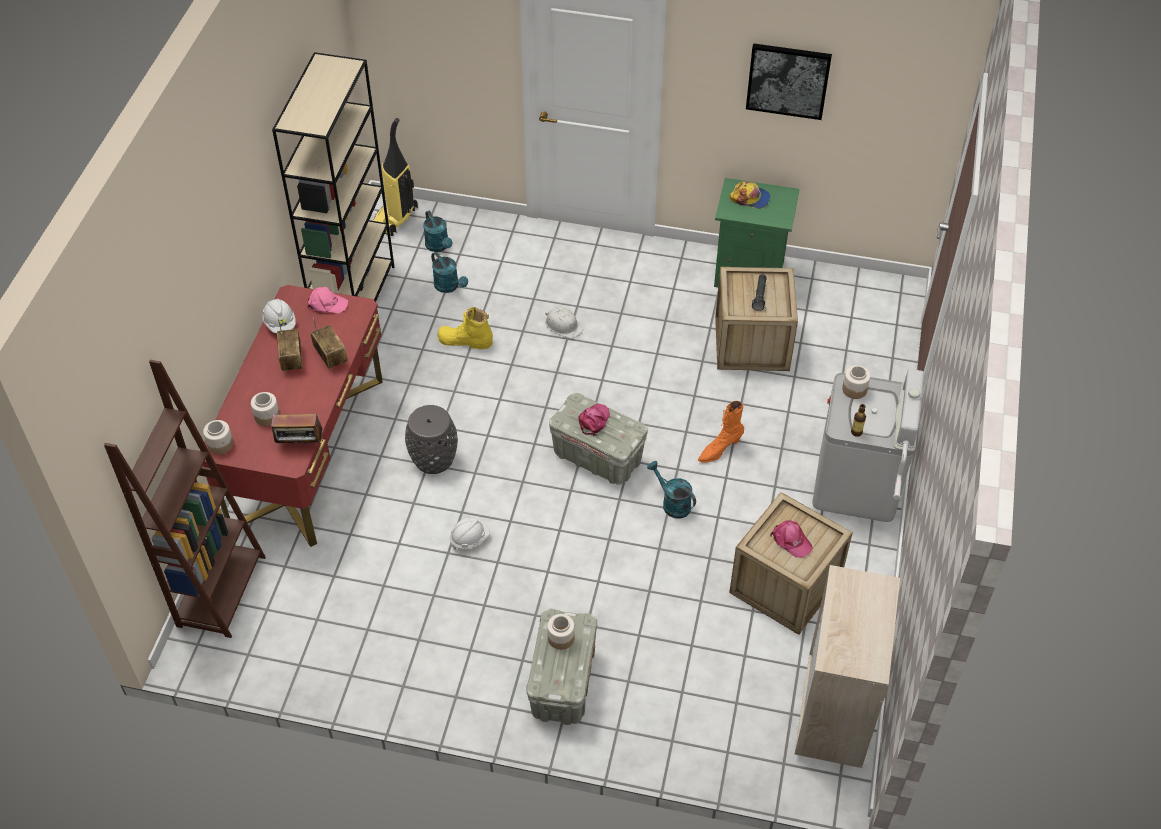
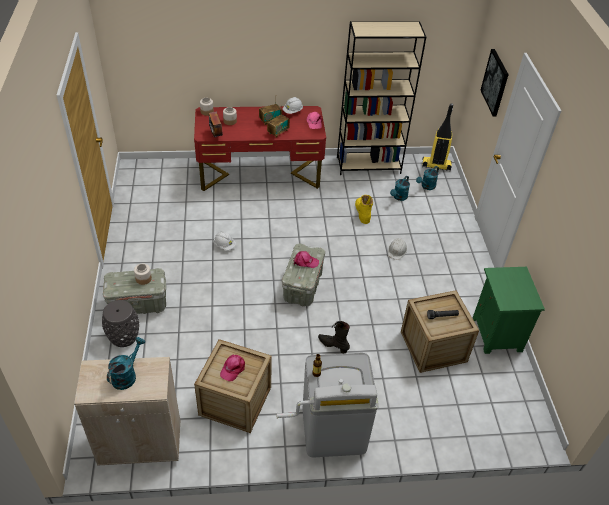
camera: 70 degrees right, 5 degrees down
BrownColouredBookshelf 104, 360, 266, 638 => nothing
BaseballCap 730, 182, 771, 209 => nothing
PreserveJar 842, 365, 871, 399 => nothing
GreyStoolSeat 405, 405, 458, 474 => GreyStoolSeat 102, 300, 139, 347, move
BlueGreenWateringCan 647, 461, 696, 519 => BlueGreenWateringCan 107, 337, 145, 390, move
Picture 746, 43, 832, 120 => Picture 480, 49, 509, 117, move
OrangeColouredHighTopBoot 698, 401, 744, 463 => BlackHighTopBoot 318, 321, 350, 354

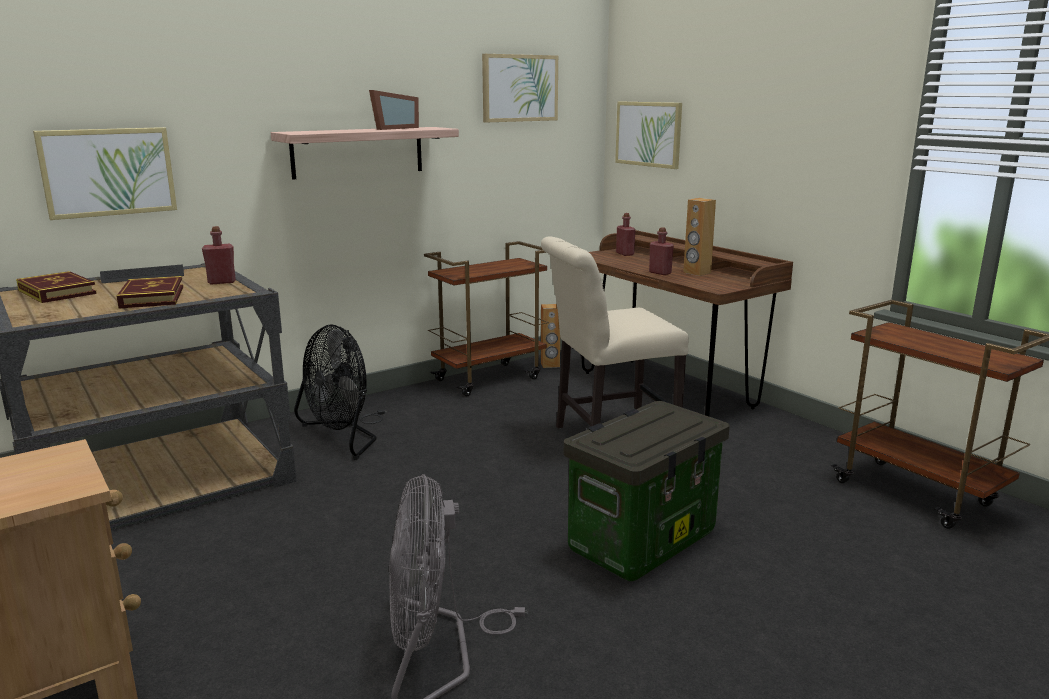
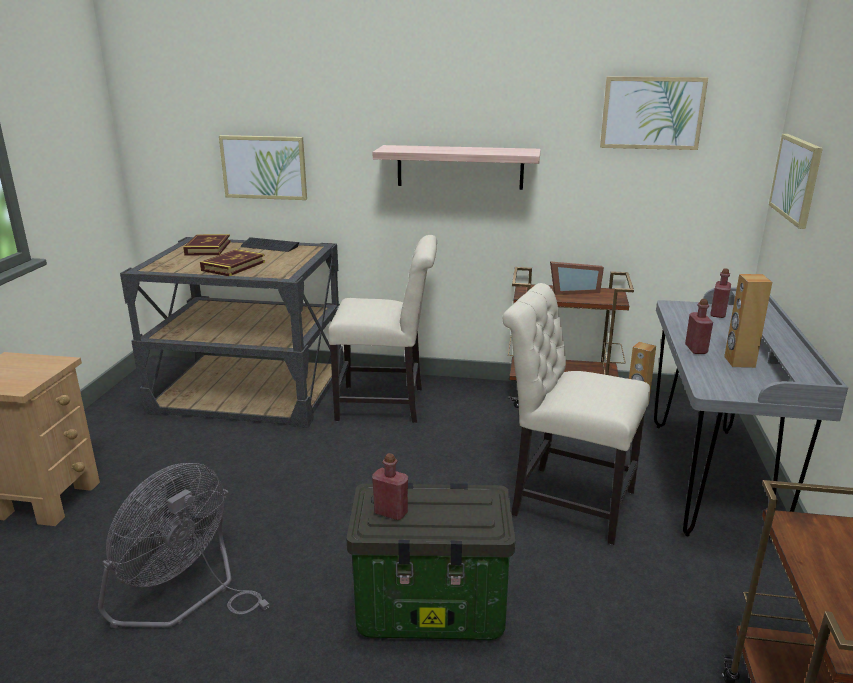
camera: 45 degrees right, 5 degrees up
RedColouredDrinkBottle 202, 226, 236, 285 => RedColouredDrinkBottle 372, 453, 408, 521, move
PhotoFrame 369, 90, 419, 130 => PhotoFrame 550, 261, 604, 295, move
BlackFan 294, 325, 386, 460 => BeigeColouredUprightChair 328, 235, 437, 423
BrownColouredDesk 581, 230, 793, 416 => GreyDesk 654, 287, 848, 537

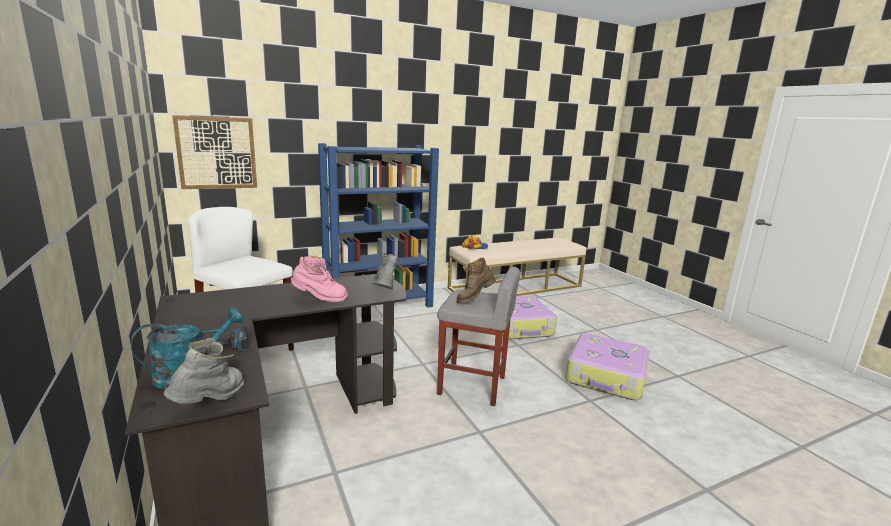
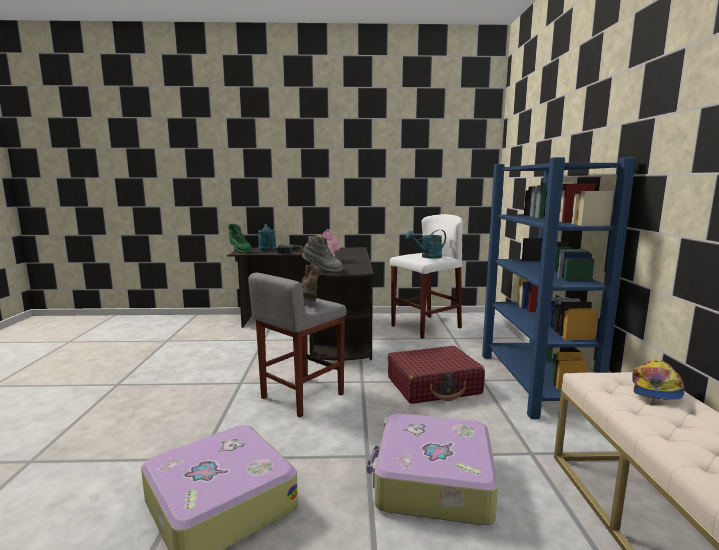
camera: 115 degrees right, 5 degrees down
Picture 172, 114, 257, 189 => nothing
nothing => RedColouredSuitcase 388, 346, 485, 404
nothing => BlueGreenWateringCan 406, 230, 446, 259
GreyHighTopBoot 164, 338, 244, 404 => GreenHighTopBoot 228, 224, 253, 253

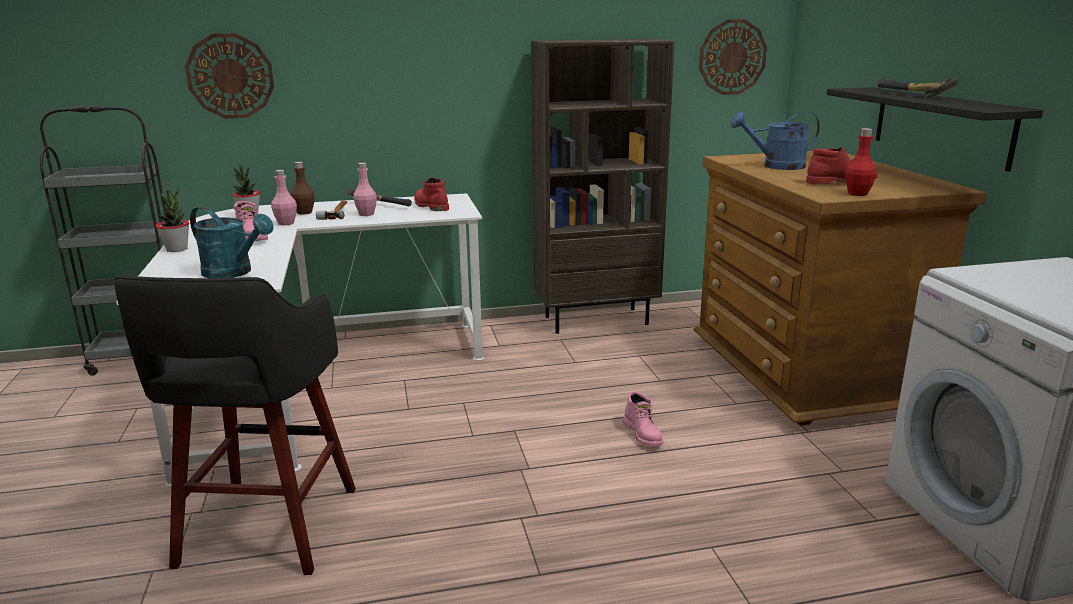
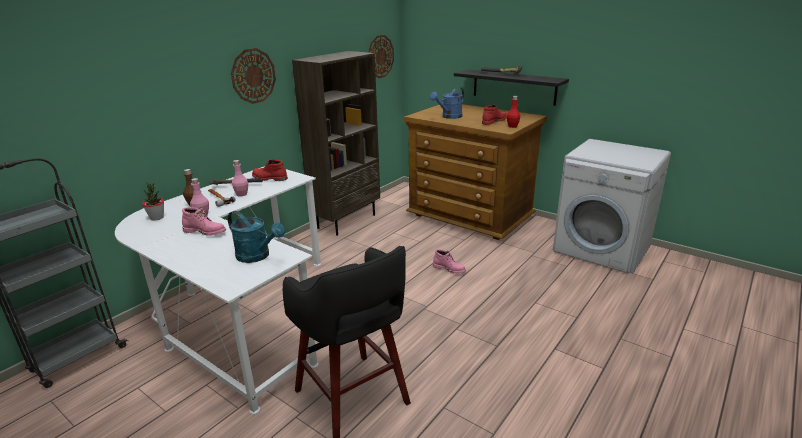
camera: 40 degrees left, 5 degrees up
PlantInAPot 156, 188, 189, 252 => nothing
HangingClock 185, 33, 274, 119 => HangingClock 231, 48, 276, 104, move
BlueGreenWateringCan 190, 206, 274, 278 => BlueGreenWateringCan 228, 211, 285, 263, 45 degrees clockwise

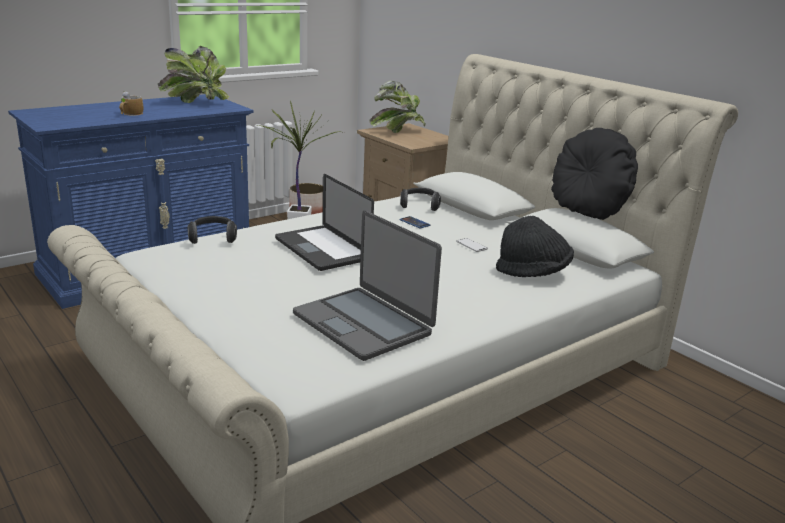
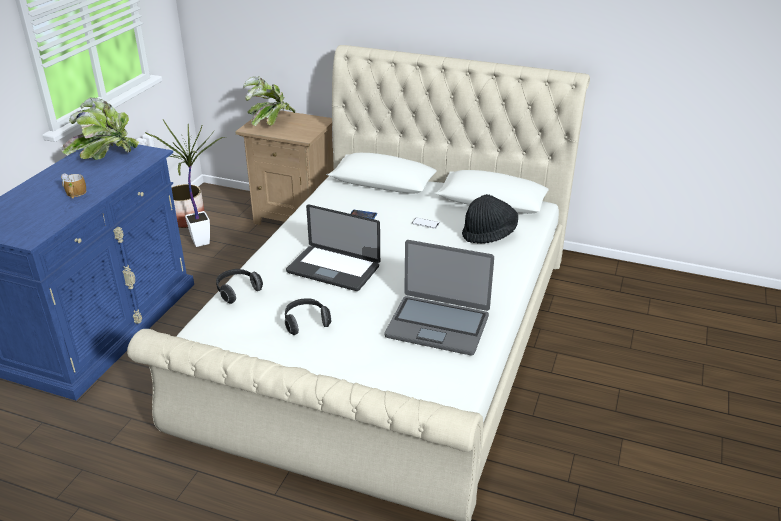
camera: 30 degrees left, 10 degrees up
BlackCushion 551, 128, 638, 220 => nothing
PairOfHeadphones 400, 188, 441, 211 => PairOfHeadphones 285, 298, 331, 335, move

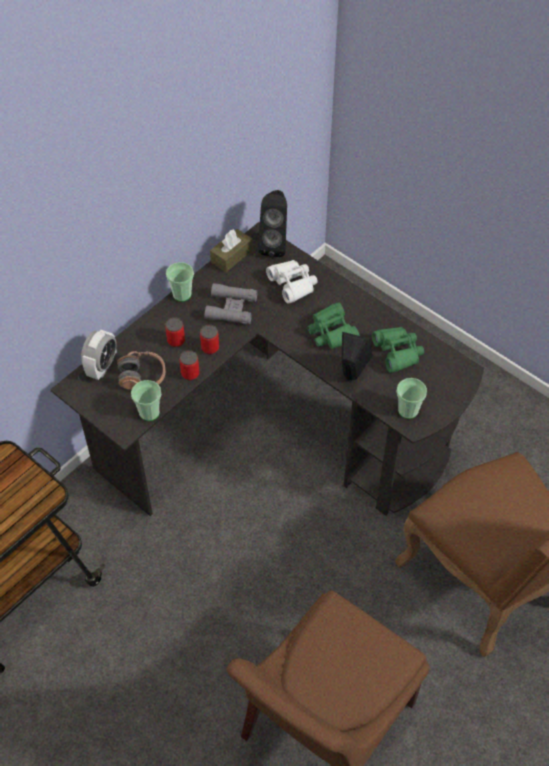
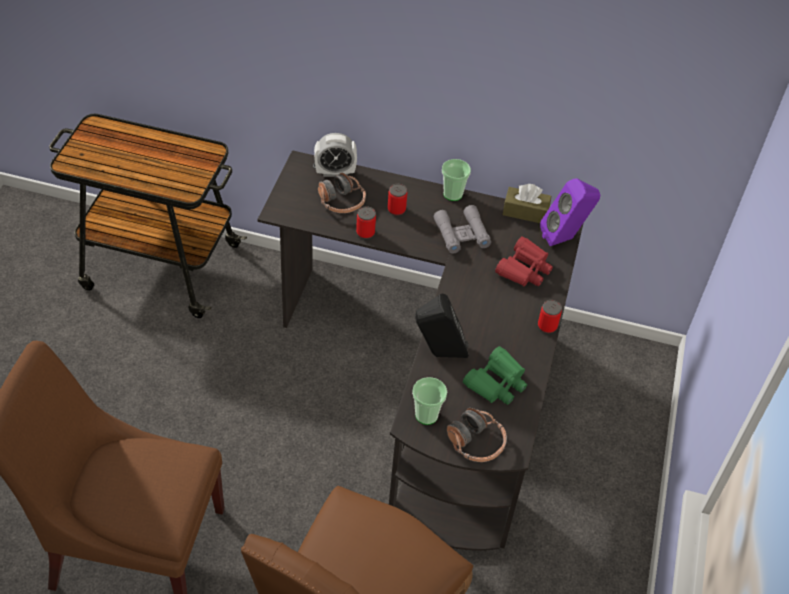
camera: 60 degrees right, 5 degrees down
SmallCup 131, 380, 161, 421 => nothing
GreenBinoculars 307, 302, 360, 349 => nothing
nothing => PairOfHeadphones 447, 408, 507, 462
Can 200, 325, 219, 354 => Can 538, 300, 562, 333, move
BlackAudioSpeaker 258, 190, 287, 257 => PurpleColouredAudioSpeaker 540, 178, 600, 246
WhiteColouredBinoculars 266, 260, 318, 303 => RedColouredBinoculars 495, 236, 553, 286

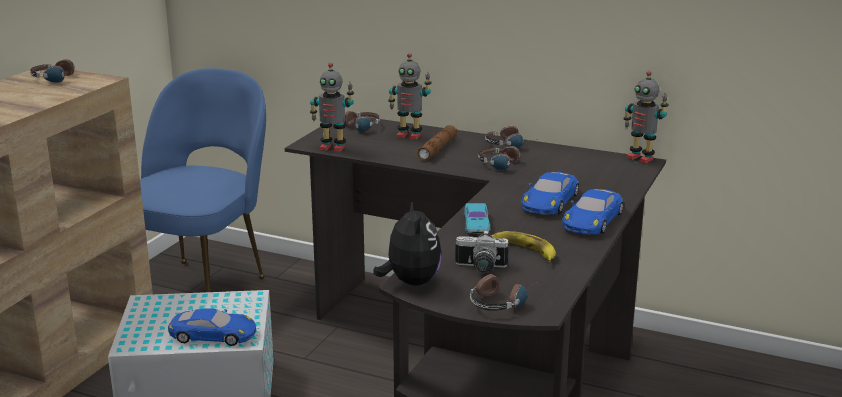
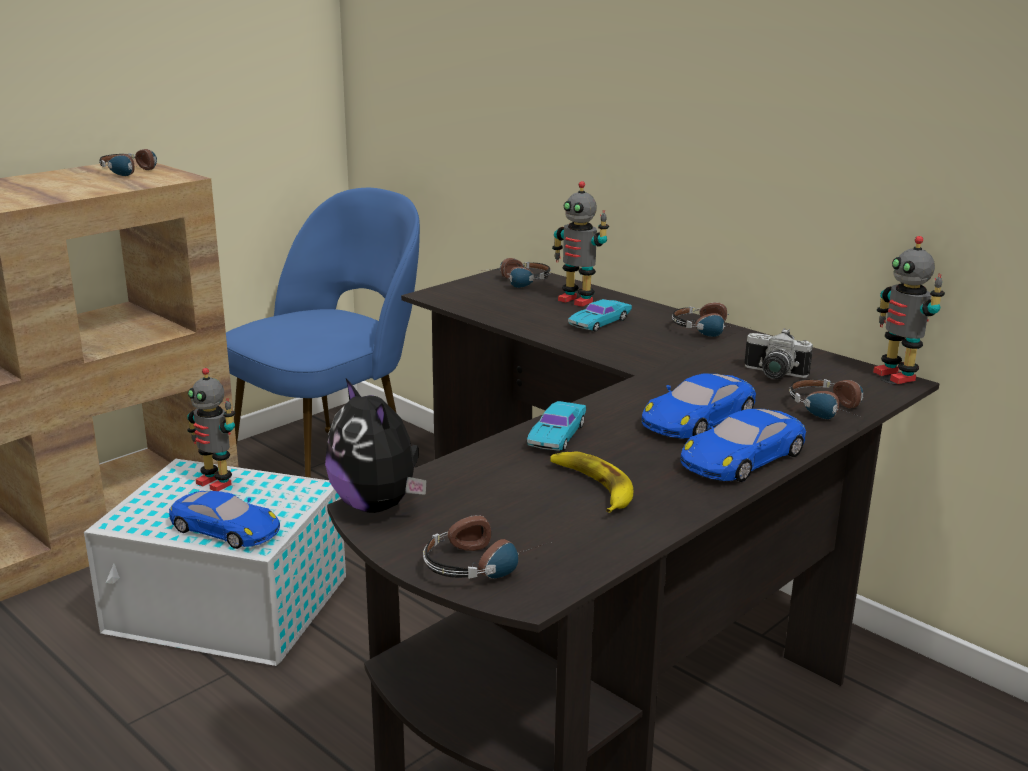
camera: 20 degrees right, 0 degrees up
RobotFigure 310, 63, 354, 152 => RobotFigure 187, 368, 236, 491, move
PhotoCamera 455, 230, 509, 273 => PhotoCamera 744, 328, 813, 379, move
PairOfHeadphones 478, 146, 521, 170 => PairOfHeadphones 789, 379, 863, 419, move
BrownColouredFlashlight 417, 125, 458, 161 => BlueGreenMiniatureCar 568, 299, 632, 331
PlushToy 373, 199, 442, 286 => PlushToy 325, 378, 426, 513, 135 degrees clockwise

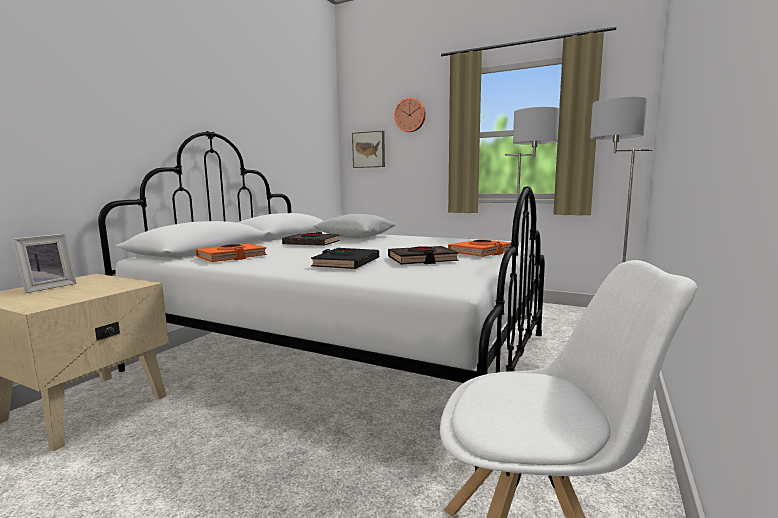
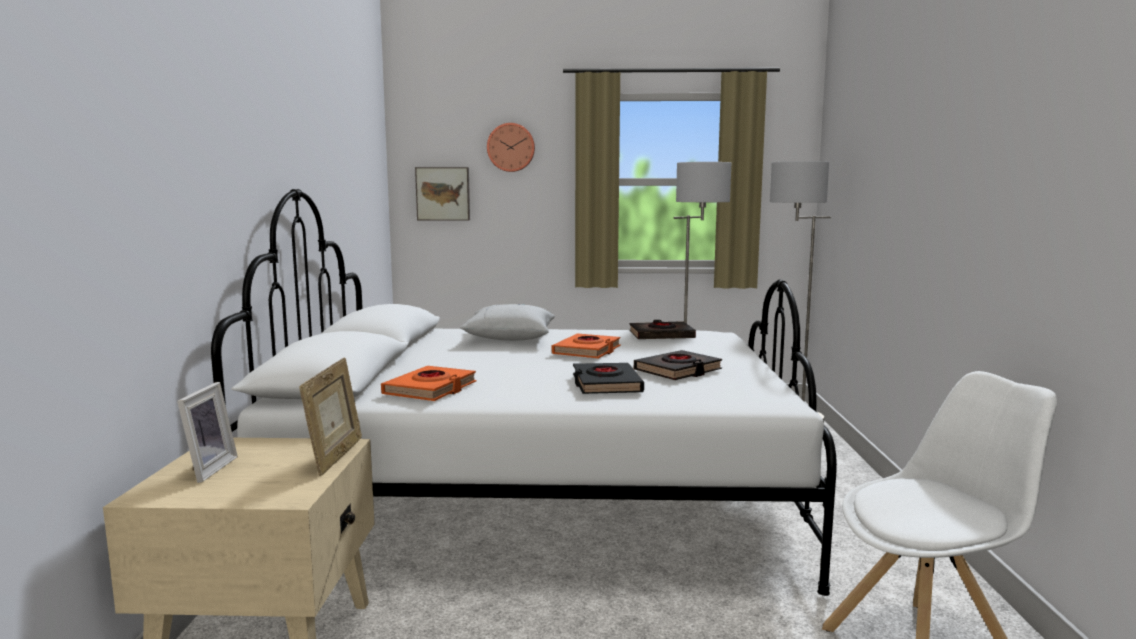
camera: 25 degrees left, 0 degrees up
nothing => PhotoFrame 299, 358, 362, 476
BlackBoundBook 282, 232, 340, 246 => BlackBoundBook 629, 320, 696, 339, move
OrangeColouredBoundBook 448, 239, 511, 257 => OrangeColouredBoundBook 551, 334, 621, 358, move

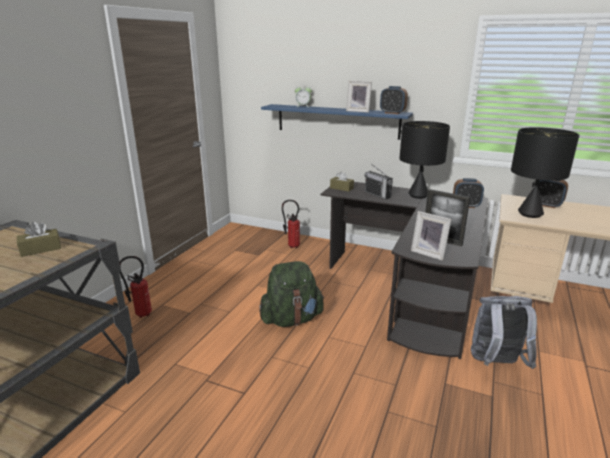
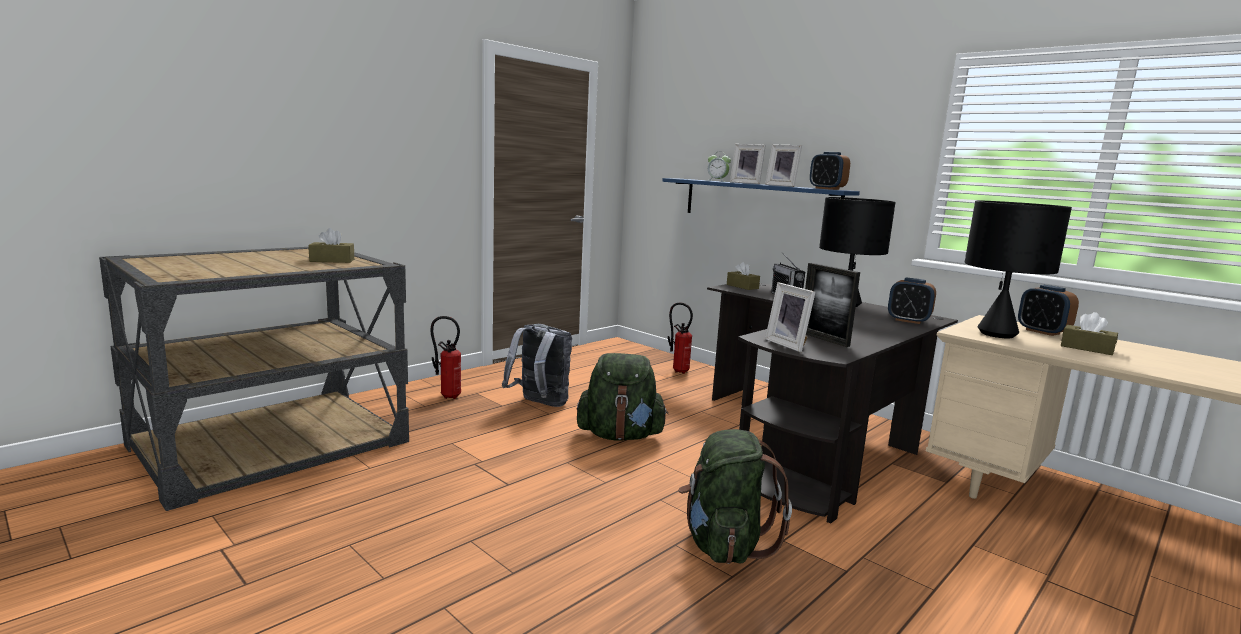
camera: 20 degrees right, 10 degrees down
nothing => GreenKnapsack 678, 429, 792, 564
nothing => PhotoFrame 730, 144, 766, 184
nothing => BrownColouredTissueBox 1061, 312, 1118, 355
GreyKnapsack 471, 296, 537, 369 => GreyKnapsack 502, 324, 572, 407, move

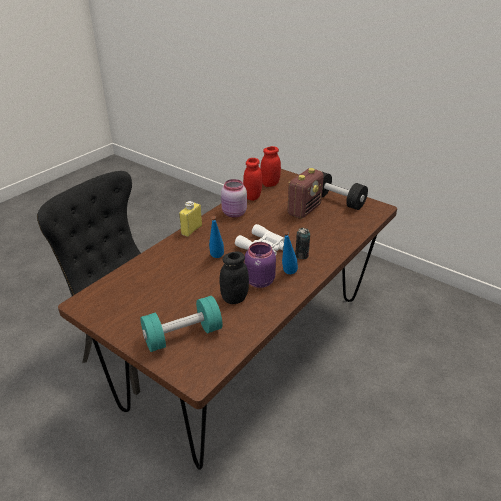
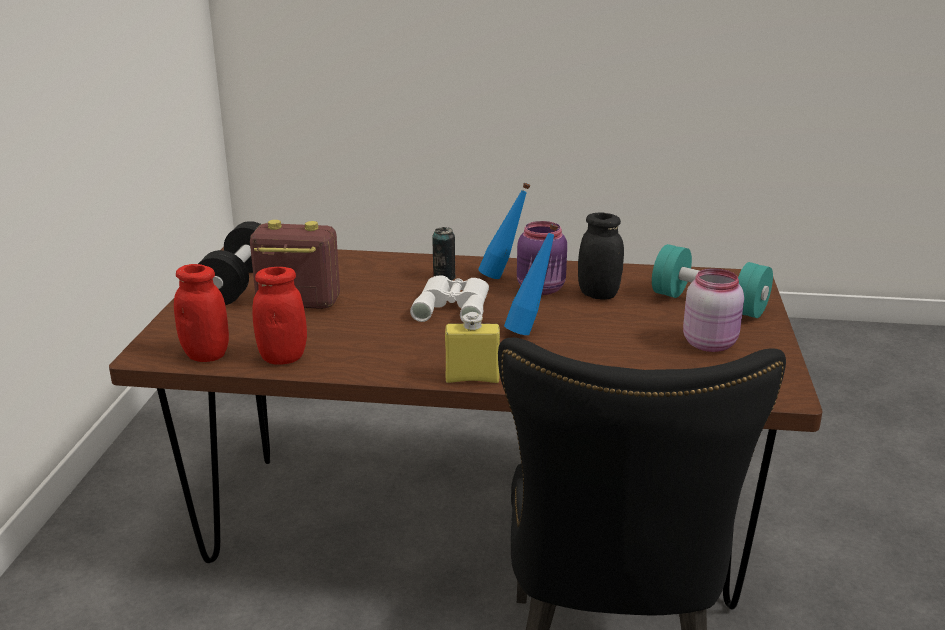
camera: 120 degrees left, 10 degrees down
PinkPreserveJar 221, 179, 247, 218 => PinkPreserveJar 683, 268, 744, 352, move

